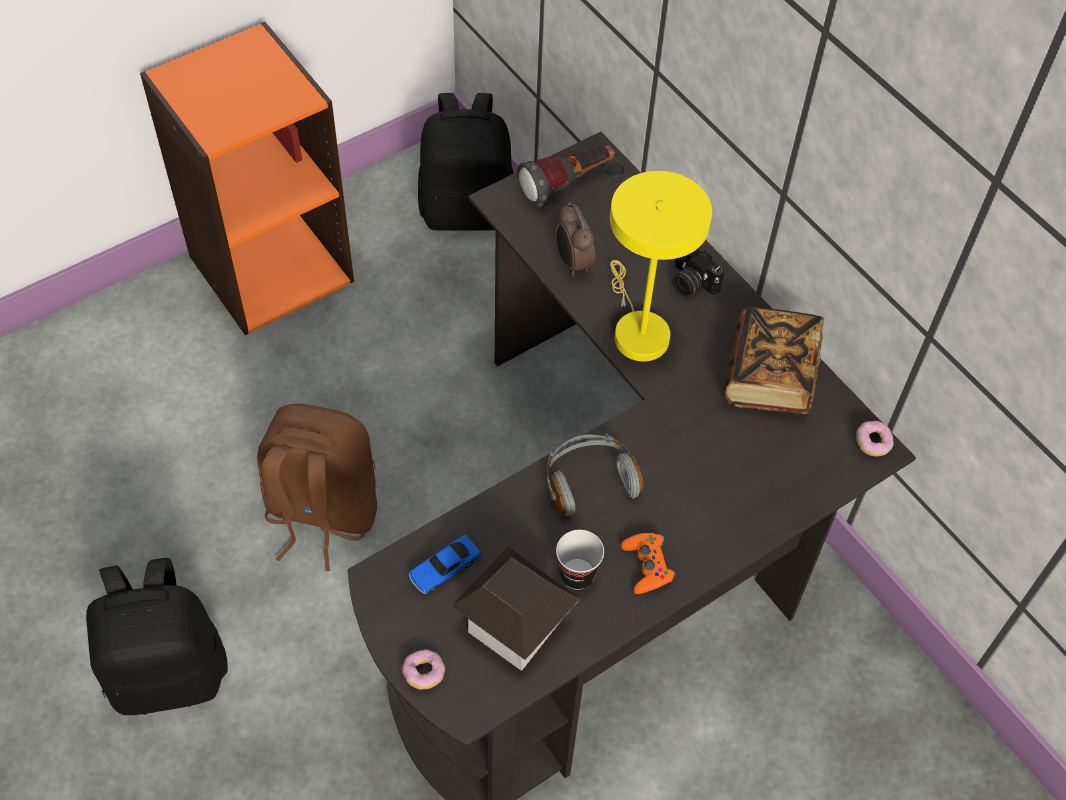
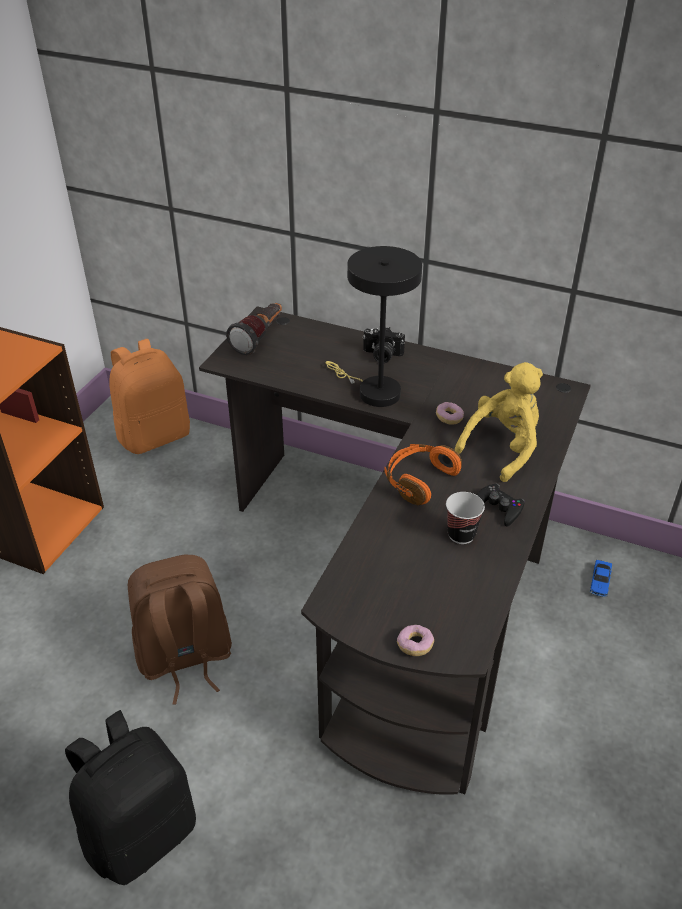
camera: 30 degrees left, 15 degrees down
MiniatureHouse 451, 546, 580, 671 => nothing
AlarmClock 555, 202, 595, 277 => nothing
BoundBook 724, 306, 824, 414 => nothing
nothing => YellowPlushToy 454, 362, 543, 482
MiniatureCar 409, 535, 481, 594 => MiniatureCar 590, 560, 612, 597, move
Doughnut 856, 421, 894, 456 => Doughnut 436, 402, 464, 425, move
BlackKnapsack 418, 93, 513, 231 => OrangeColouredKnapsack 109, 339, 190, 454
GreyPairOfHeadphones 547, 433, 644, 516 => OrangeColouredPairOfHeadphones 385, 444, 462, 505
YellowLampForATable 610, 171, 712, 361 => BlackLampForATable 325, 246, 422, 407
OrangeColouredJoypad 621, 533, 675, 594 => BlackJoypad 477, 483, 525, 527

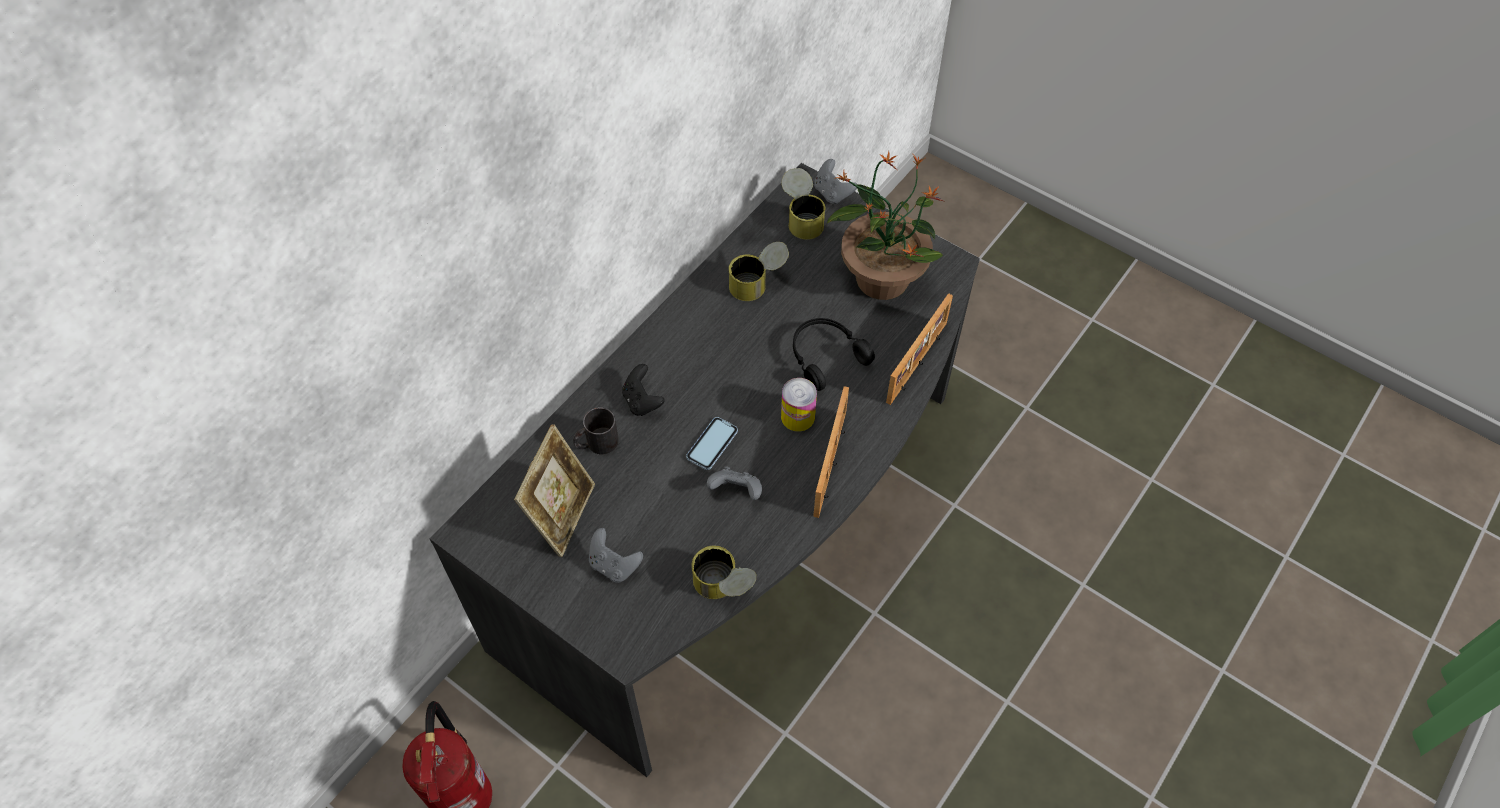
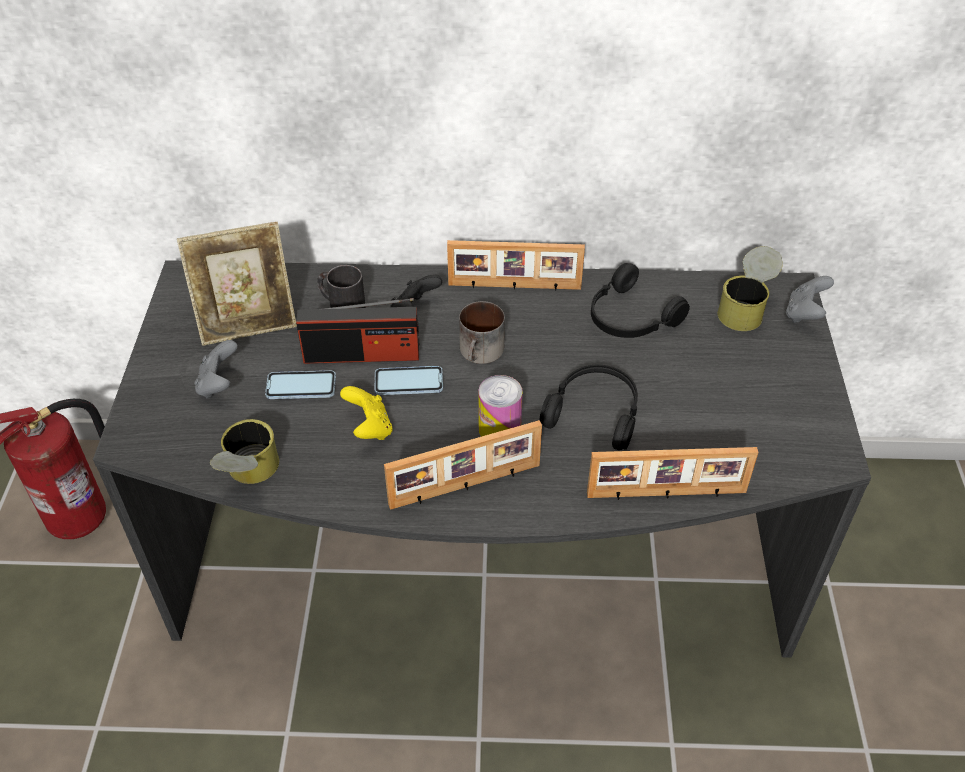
camera: 55 degrees right, 10 degrees down
PlantInAPot 827, 151, 943, 300 => nothing
nothing => Handset 265, 370, 336, 399
nothing => RadioSet 296, 298, 419, 364
nothing => PhotoFrame 447, 240, 585, 291
nothing => TeaMug 459, 301, 505, 364
Can 728, 242, 789, 301 => BlackPairOfHeadphones 591, 263, 690, 338
GreyJoypad 707, 466, 762, 500 => YellowJoypad 340, 386, 393, 440

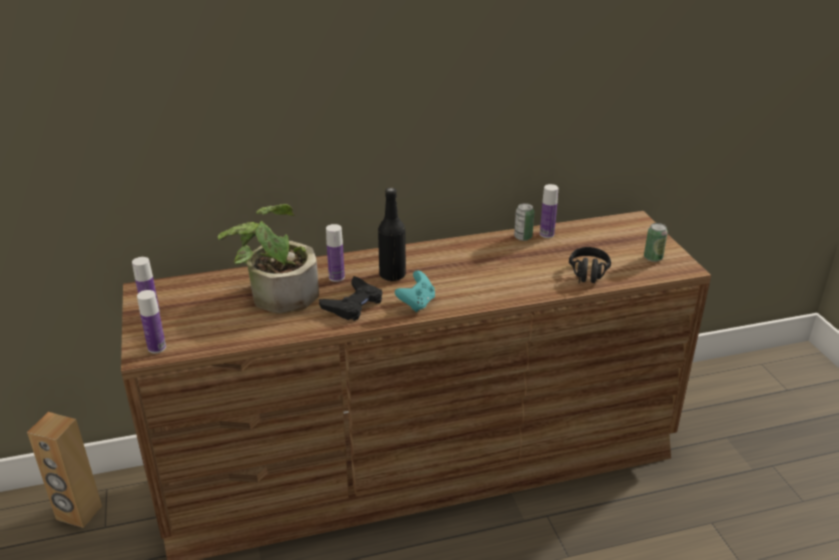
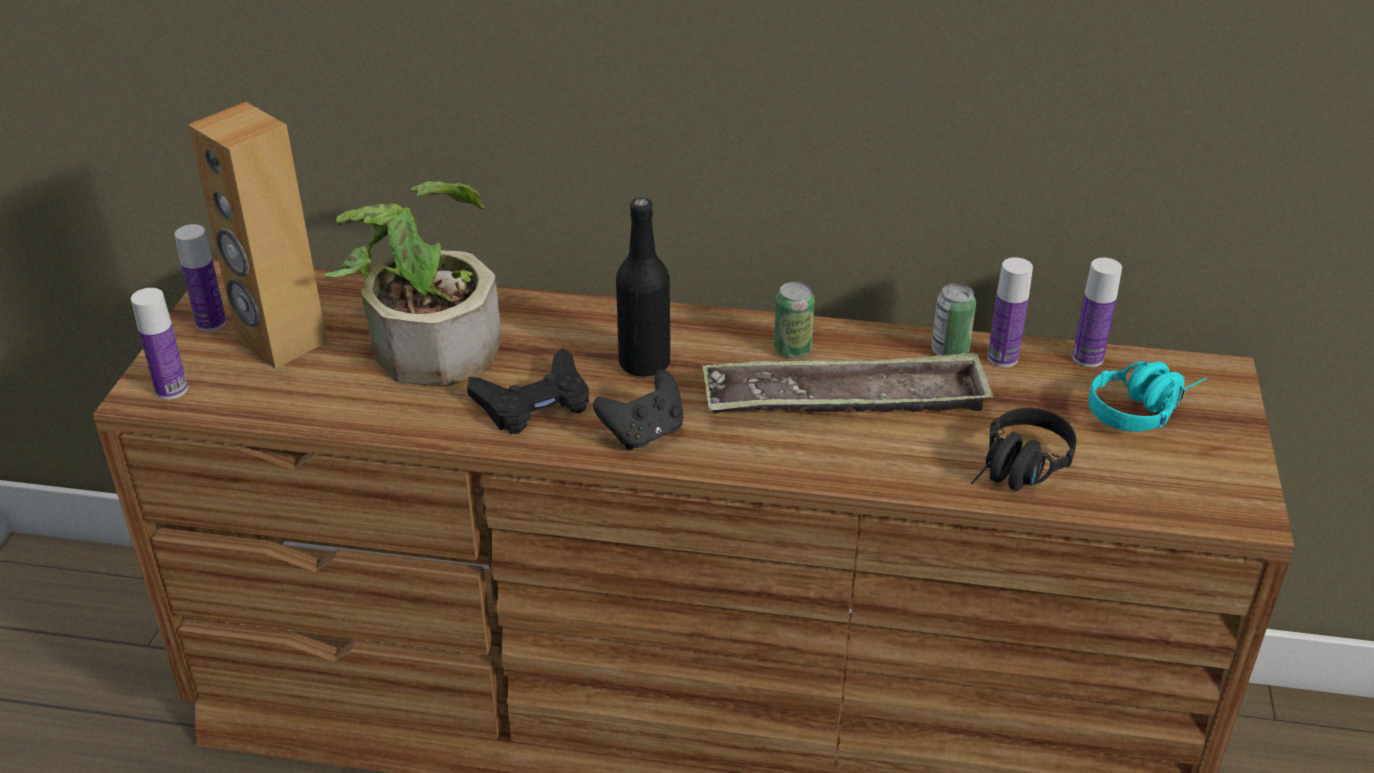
camera: 25 degrees right, 5 degrees up
nothing => CarryingTray 703, 352, 993, 413
nothing => BlueGreenPairOfHeadphones 1088, 361, 1207, 432
BrownColouredAudioSpeaker 27, 412, 102, 528 => BrownColouredAudioSpeaker 188, 102, 327, 369, move
DrinkBottle 326, 224, 345, 282 => DrinkBottle 1072, 258, 1122, 367, move
Can 644, 223, 668, 262 => Can 774, 282, 815, 358, move
BlueGreenJoypad 395, 271, 435, 312 => BlackJoypad 593, 370, 684, 450

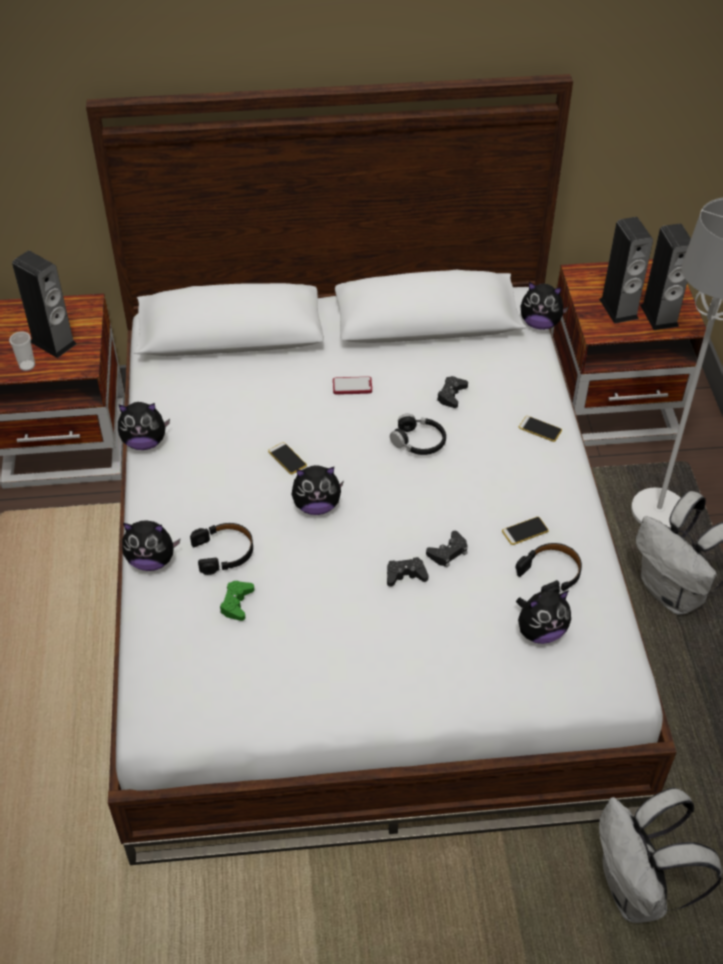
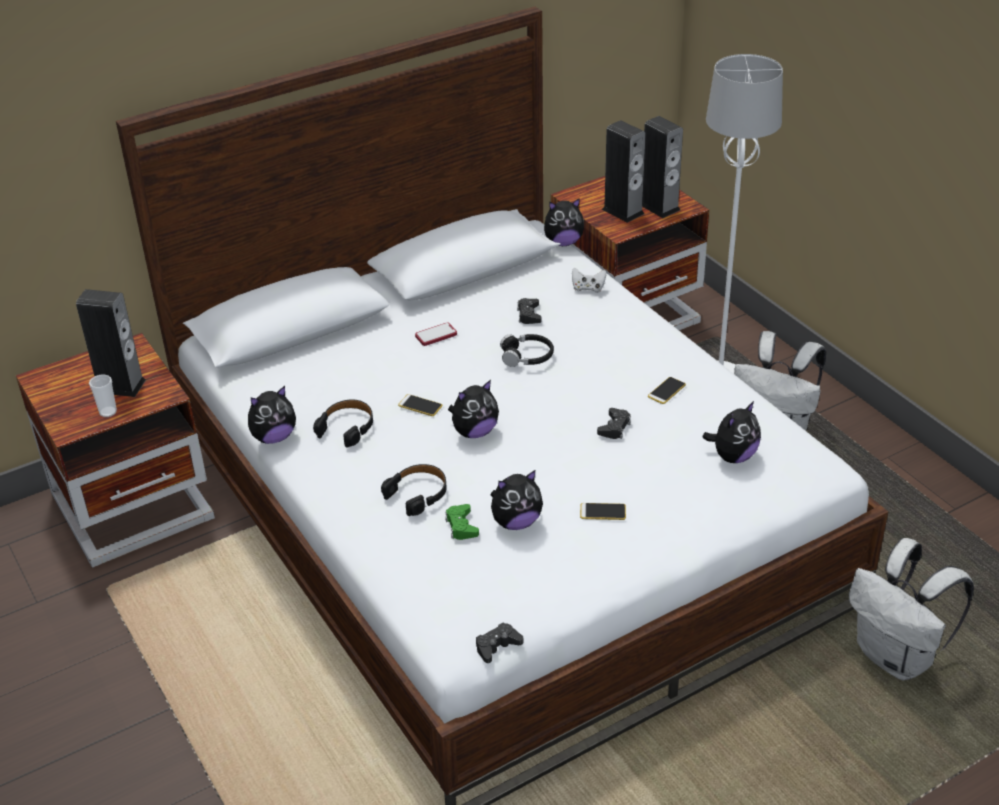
camera: 25 degrees left, 10 degrees down
nothing => WhiteColouredJoypad 572, 267, 606, 293
PlushToy 122, 521, 180, 571 => PlushToy 491, 470, 543, 530, move
BlackJoypad 387, 557, 428, 587 => BlackJoypad 476, 623, 523, 663, move
BlackPairOfHeadphones 515, 543, 582, 593 => BlackPairOfHeadphones 313, 400, 373, 447, move
Handset 519, 416, 562, 442 => Handset 580, 503, 626, 520, move

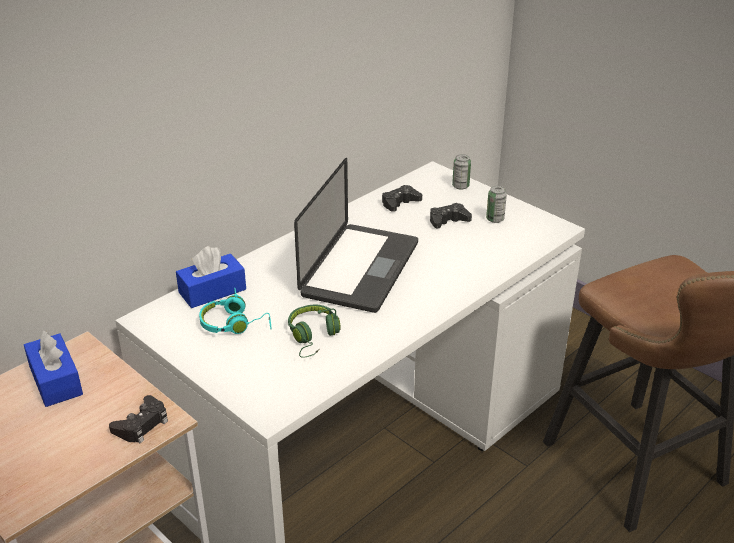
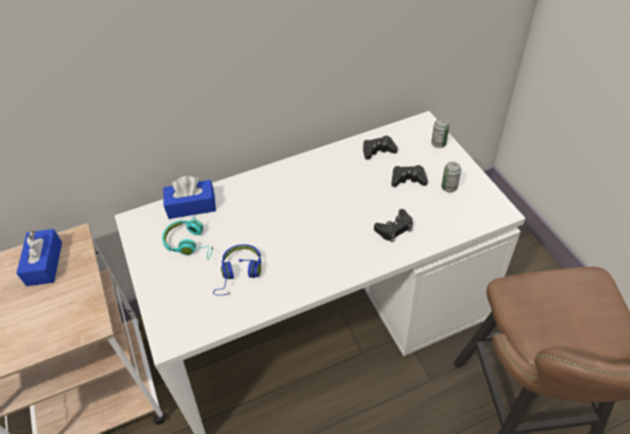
camera: 25 degrees right, 15 degrees up
Laptop 294, 158, 418, 313 => nothing
BlackJoypad 109, 395, 168, 443 => BlackJoypad 374, 209, 413, 242, move
GreenPairOfHeadphones 288, 305, 341, 358 => BluishPairOfHeadphones 213, 244, 261, 295

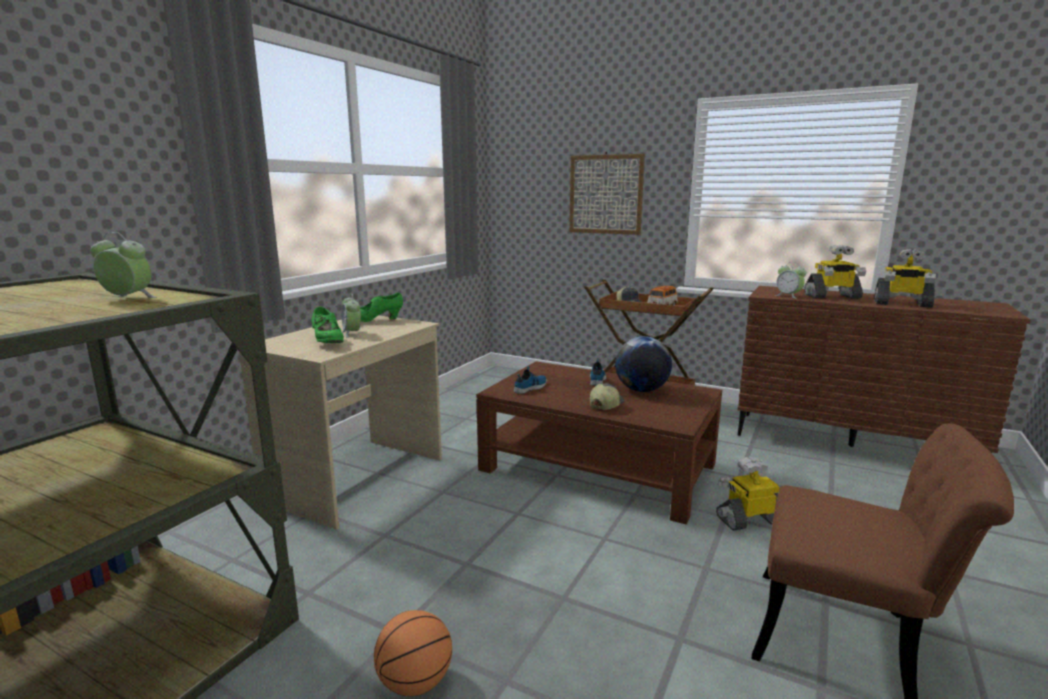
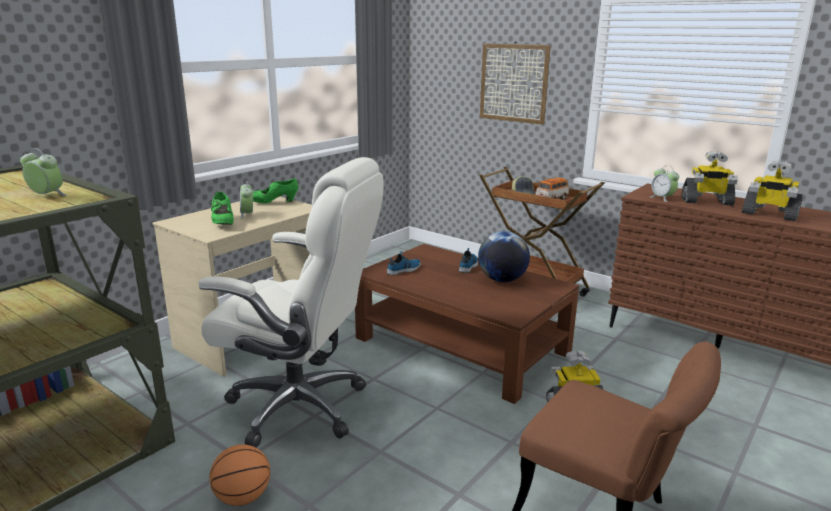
camera: 10 degrees right, 5 degrees up
BaseballCap 590, 383, 624, 410 => nothing
nothing => WhiteColouredOfficeChair 198, 157, 384, 448

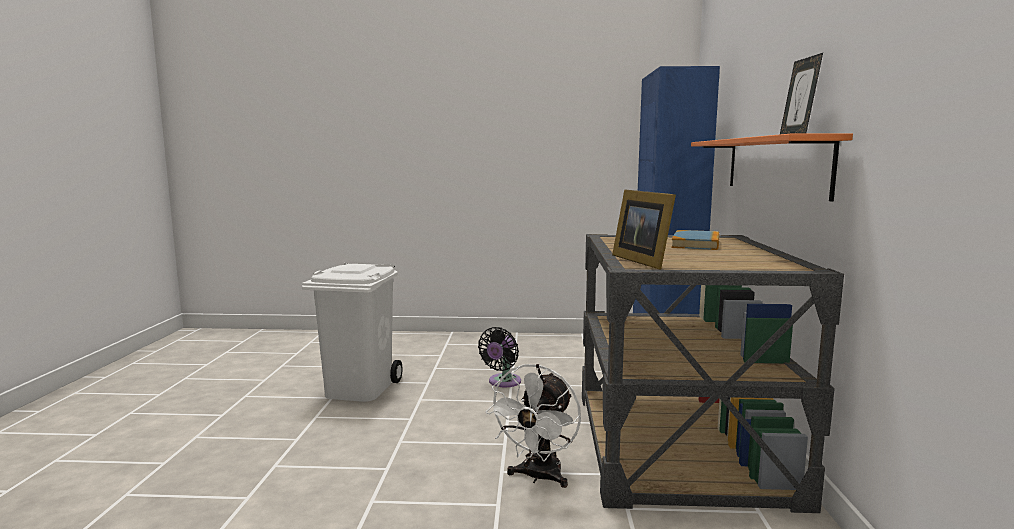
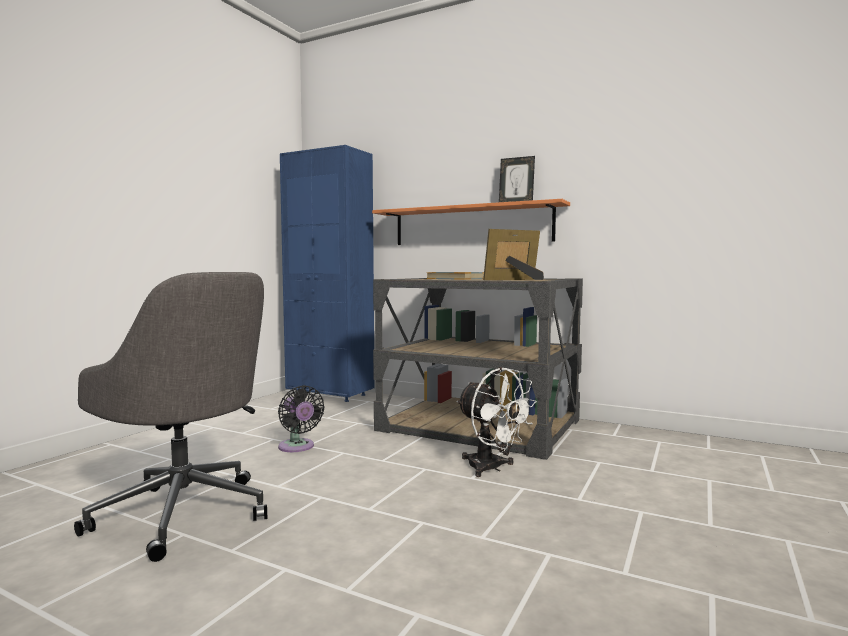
camera: 65 degrees left, 5 degrees down
WhiteColouredWasteBin 302, 263, 403, 402 => GreyOfficeChair 74, 272, 267, 562
PhotoFrame 612, 189, 676, 270 => PhotoFrame 483, 229, 544, 280, 150 degrees clockwise

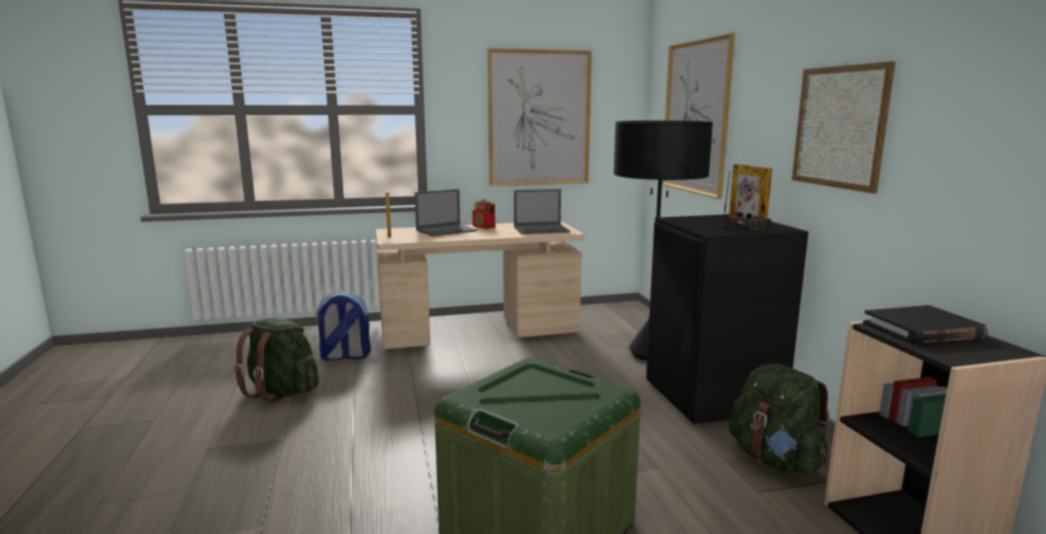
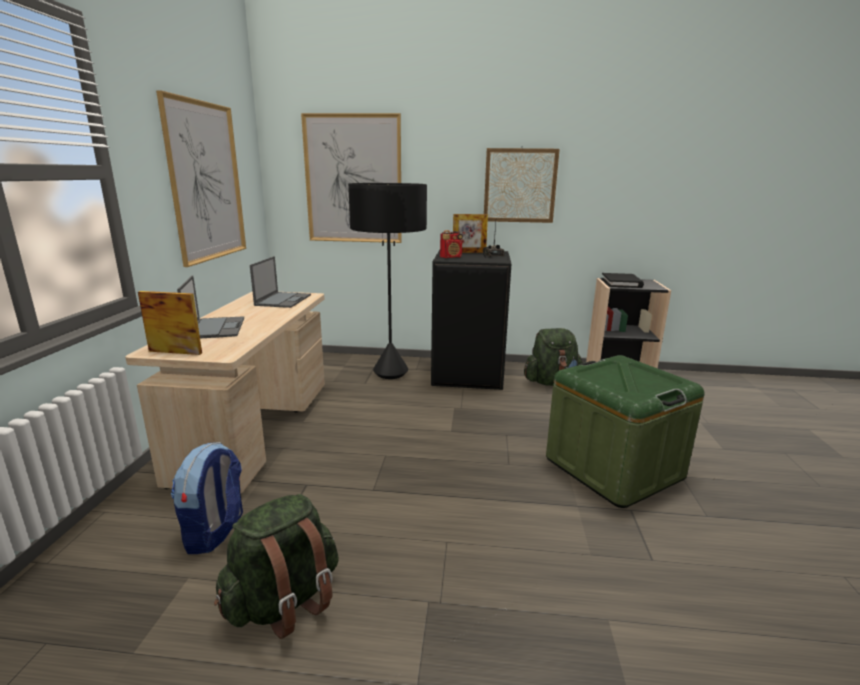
camera: 70 degrees left, 5 degrees up
RadioSet 472, 199, 495, 229 => RadioSet 440, 230, 463, 258, move

